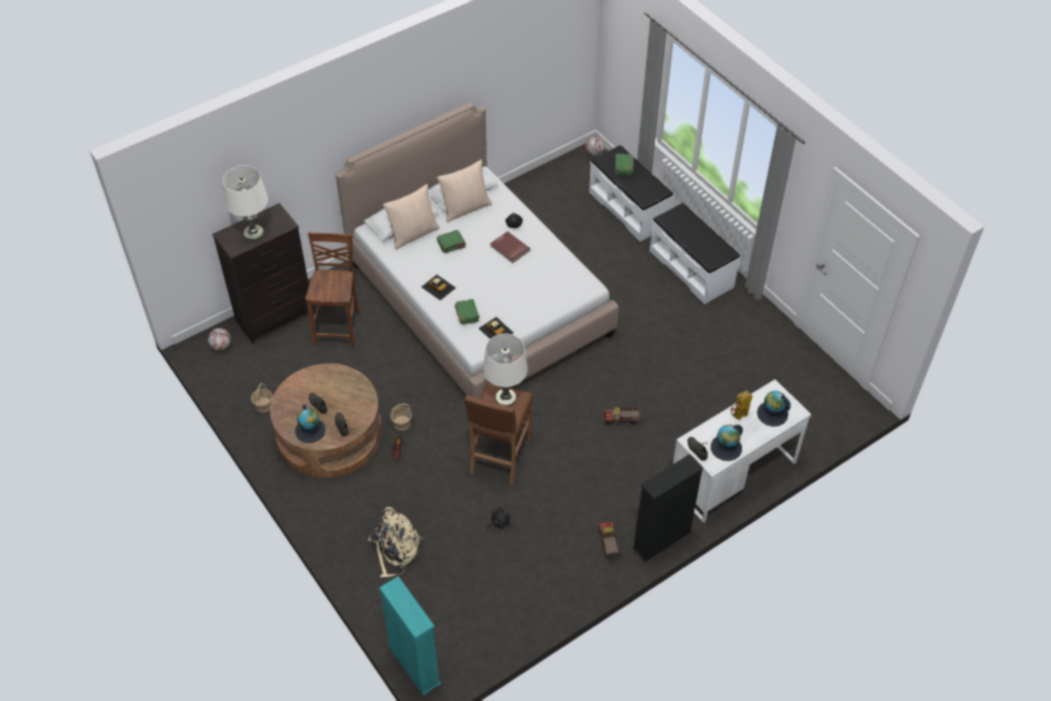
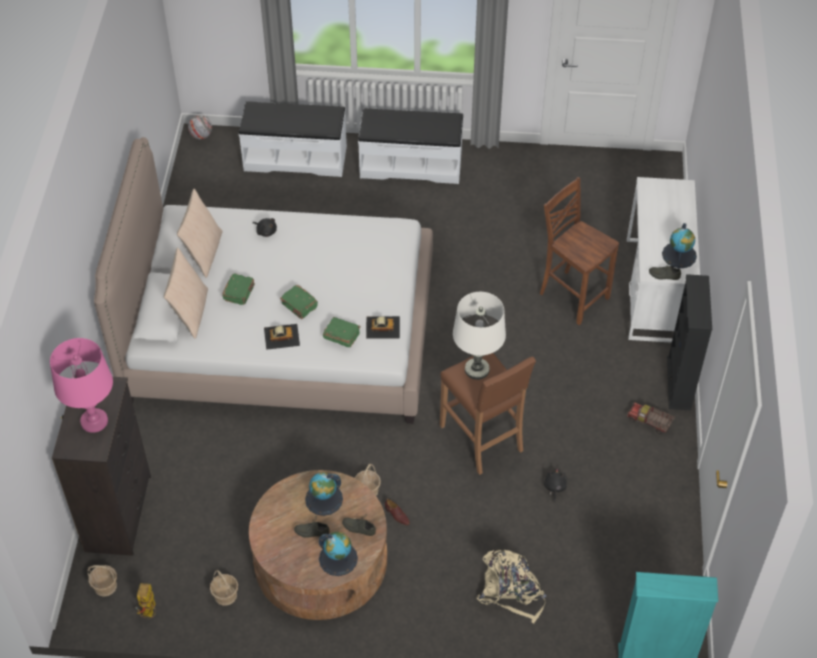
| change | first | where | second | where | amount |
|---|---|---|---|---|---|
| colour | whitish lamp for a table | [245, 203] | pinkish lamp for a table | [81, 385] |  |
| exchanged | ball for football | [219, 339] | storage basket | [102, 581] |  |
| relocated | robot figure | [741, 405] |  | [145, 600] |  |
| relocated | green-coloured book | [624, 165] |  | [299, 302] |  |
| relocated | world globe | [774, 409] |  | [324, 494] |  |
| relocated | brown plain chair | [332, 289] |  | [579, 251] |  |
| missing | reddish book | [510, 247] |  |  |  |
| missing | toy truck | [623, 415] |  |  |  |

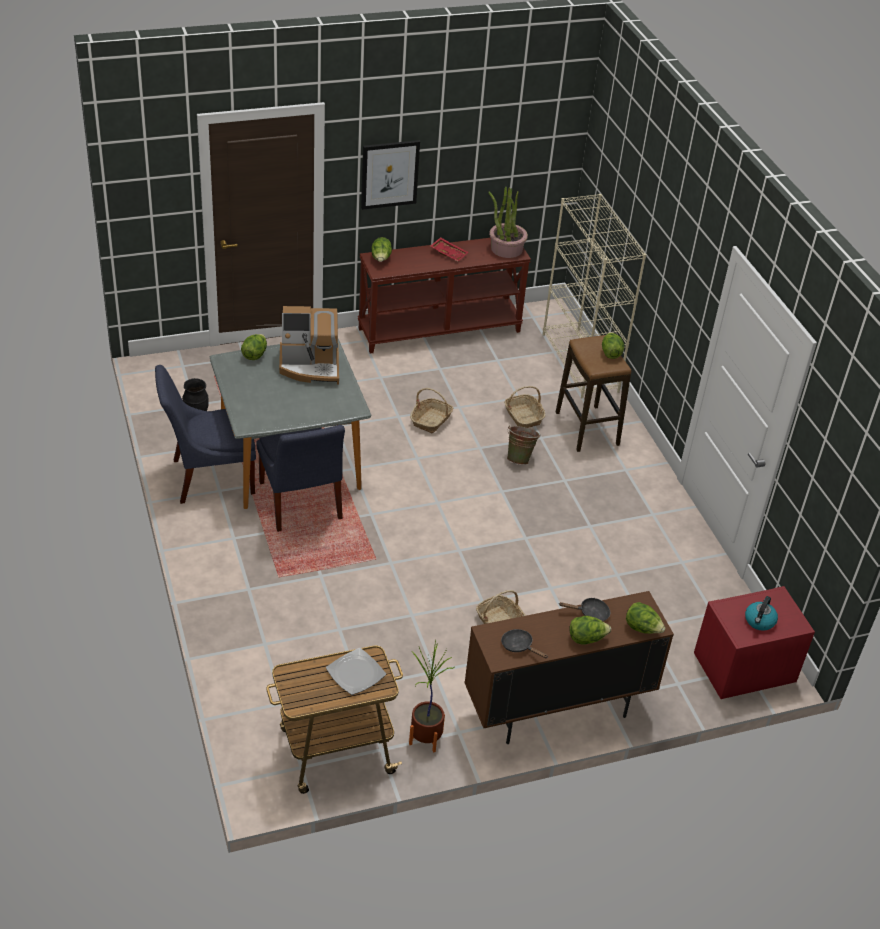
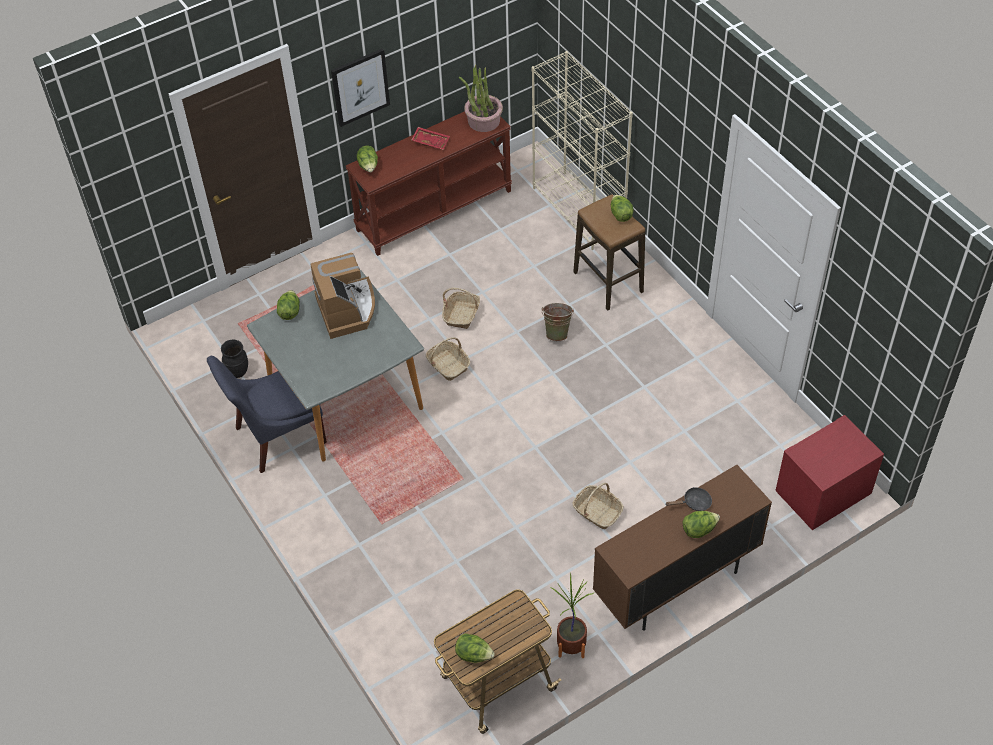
| change | first | where | second | where | amount |
|---|---|---|---|---|---|
| spun | coffee maker | [309, 345] |  | [342, 296] | 90 degrees counterclockwise |
| relocated | storage basket | [524, 407] |  | [448, 359] |  |
| relocated | head of lettuce | [645, 618] |  | [475, 648] |  |
| missing | bluish plain chair | [301, 478] |  |  |  |
| missing | plate | [356, 671] |  |  |  |
| missing | blackish pan | [524, 643] |  |  |  |
| missing | kettle | [761, 613] |  |  |  |

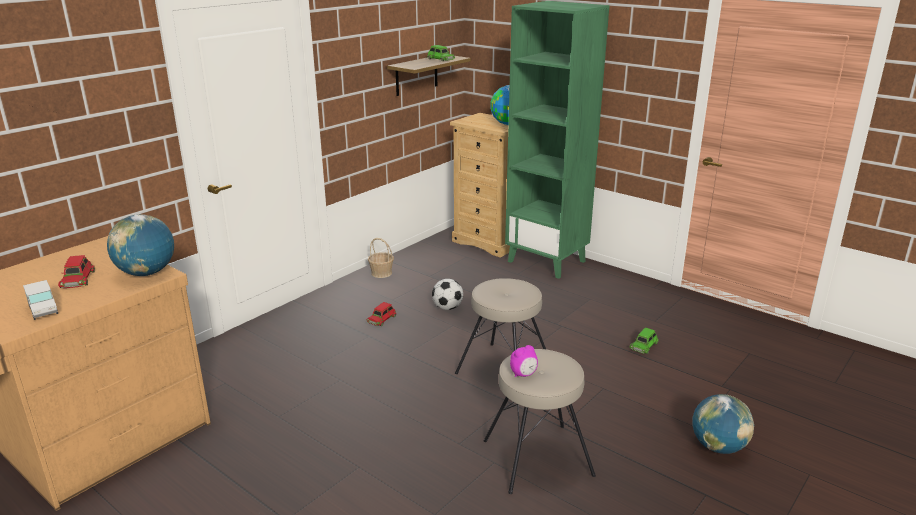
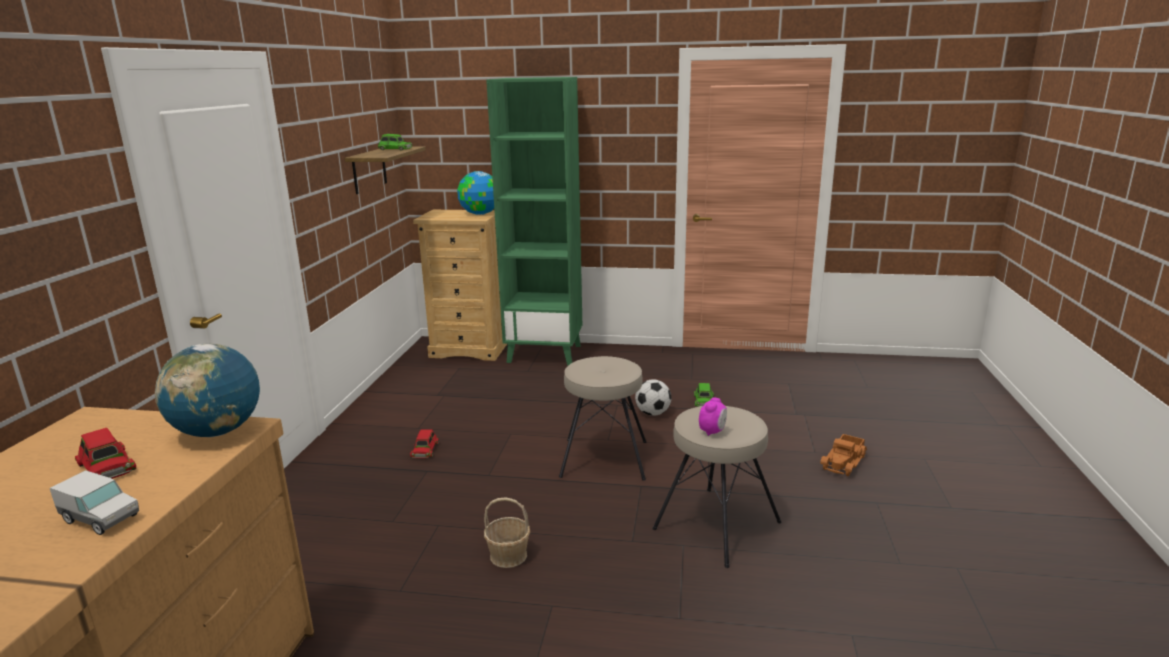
| change | first | where | second | where | amount |
|---|---|---|---|---|---|
| relocated | storage basket | [381, 258] |  | [507, 532] |  |
| relocated | ball for football | [447, 294] |  | [653, 397] |  |
| exchanged | world globe | [723, 424] | toy truck | [843, 455] |  |

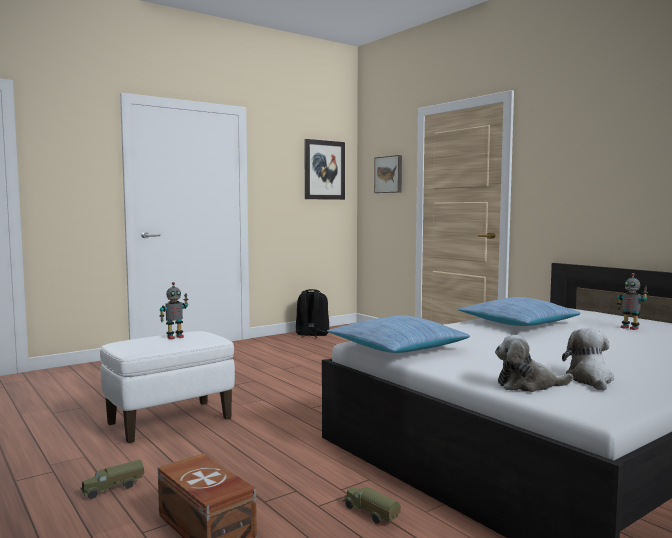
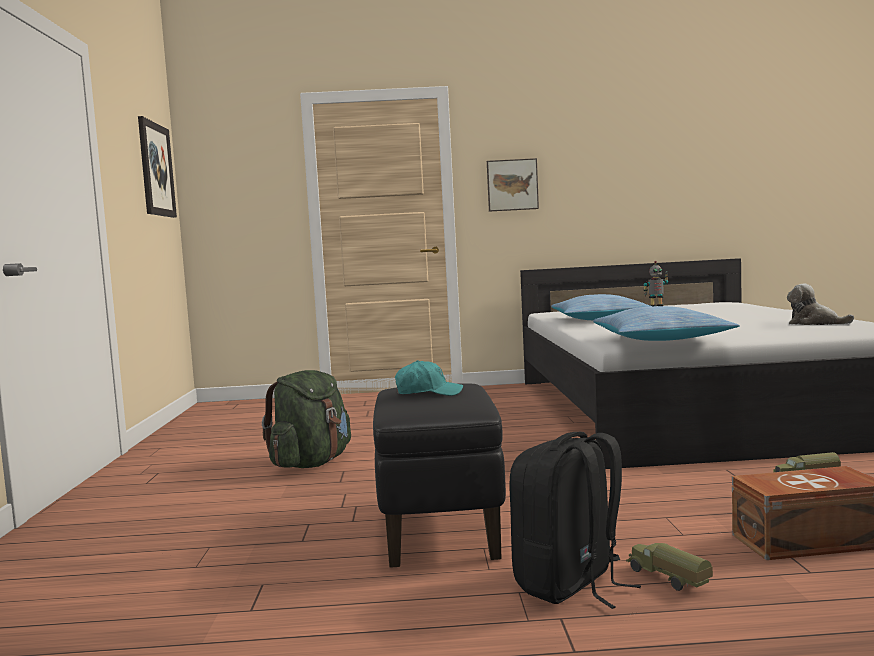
| change | first | where | second | where | amount |
|---|---|---|---|---|---|
| appeared |  |  | green-coloured backpack | [306, 419] |  |
| colour | whitish pouffe | [167, 387] | blackish pouffe | [439, 475] |  |
| exchanged | robot figure | [173, 310] | turquoise-coloured baseball cap | [429, 378] |  |
| relocated | picture | [388, 174] |  | [513, 185] |  |
| relocated | blackish backpack | [312, 313] |  | [575, 520] |  |
| spun | toy truck | [112, 479] |  | [669, 567] | 150 degrees clockwise |
| missing | cuddly toy | [534, 363] |  |  |  |

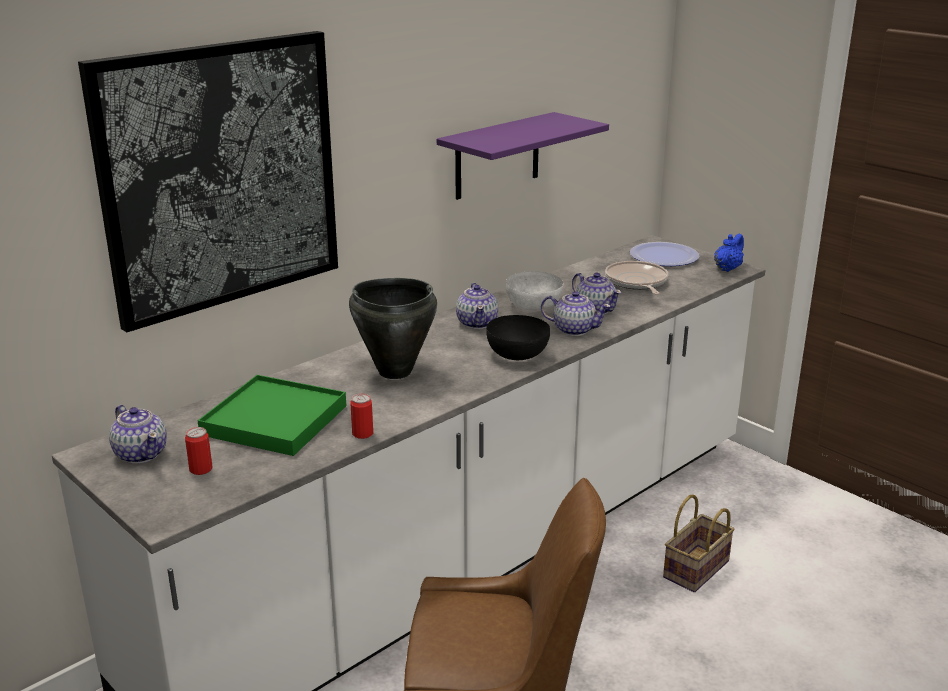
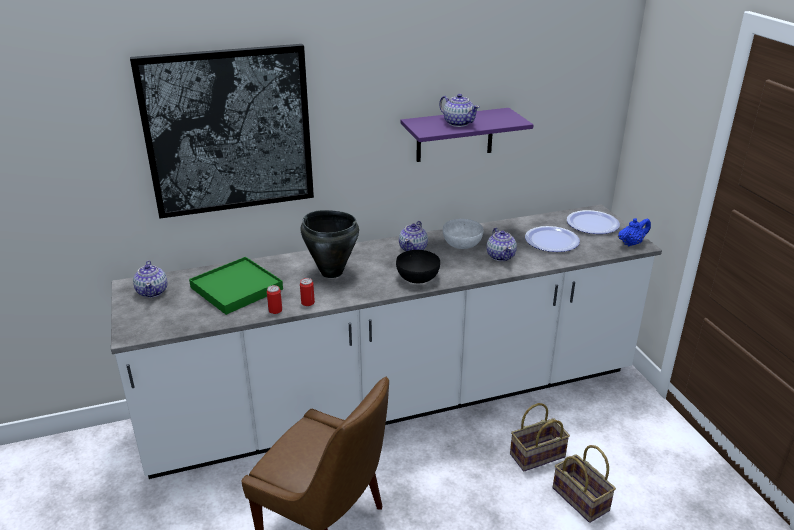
| change | first | where | second | where | amount |
|---|---|---|---|---|---|
| relocated | sealed can | [198, 451] |  | [307, 292] |  |
| relocated | tea pot | [576, 313] |  | [459, 110] |  |
| exchanged | pan | [636, 278] | plate | [552, 239] |  |
| appeared |  |  | storage basket | [584, 484] |  |

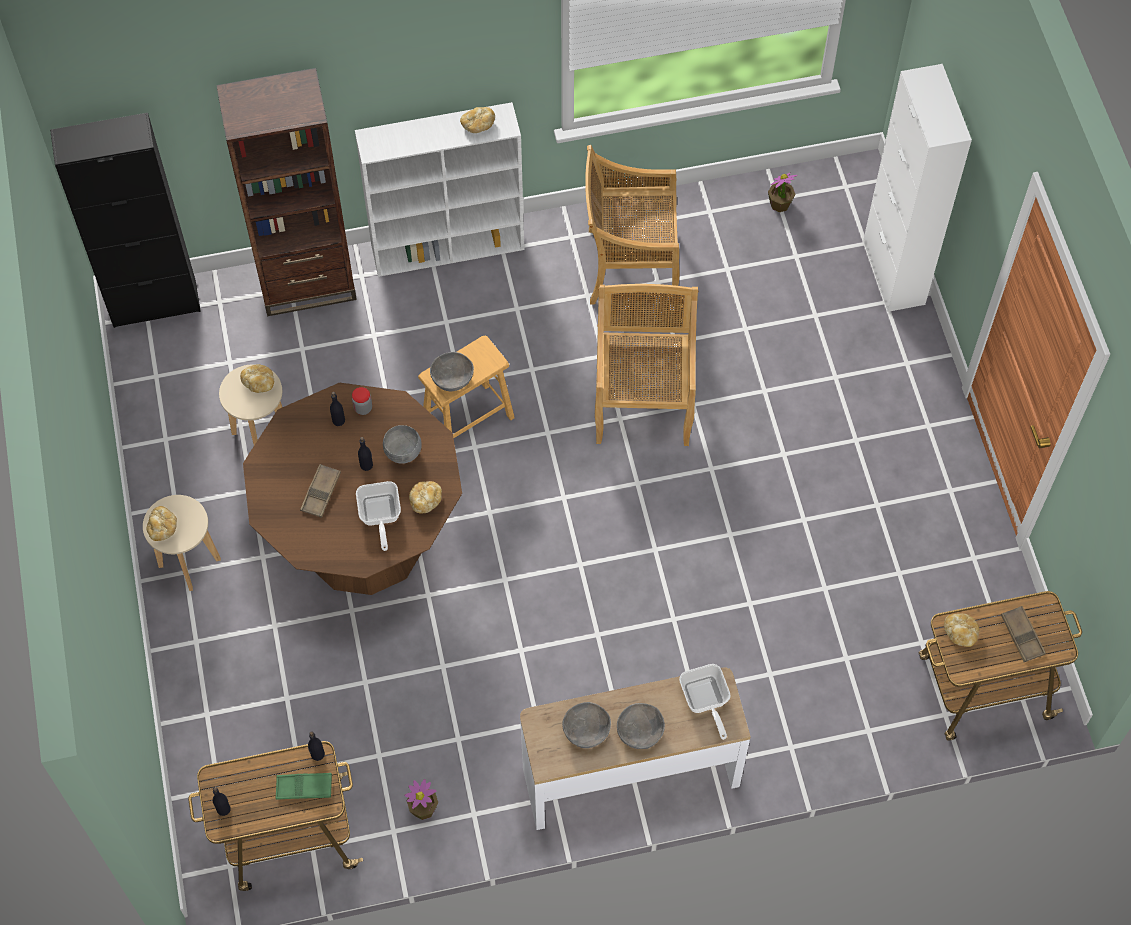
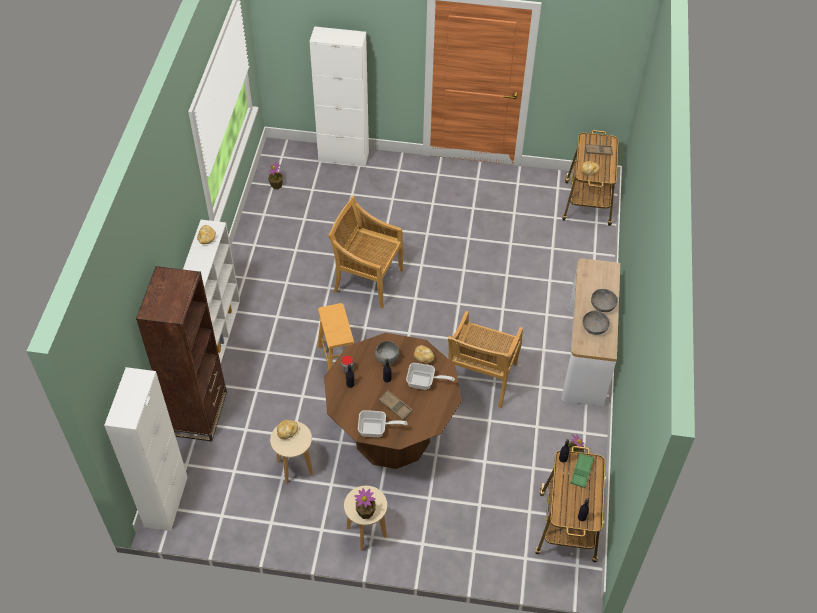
| change | first | where | second | where | amount |
|---|---|---|---|---|---|
| colour | blackish storage cabinet | [125, 220] | whitish storage cabinet | [146, 449] |  |
| exchanged | baked bread | [161, 523] | potted plant | [365, 503] |  |
| relocated | pan | [705, 702] |  | [382, 423] |  |
| relocated | sand-coloured plain chair | [632, 224] |  | [485, 359] |  |
| missing | grey deep dish | [452, 371] |  |  |  |

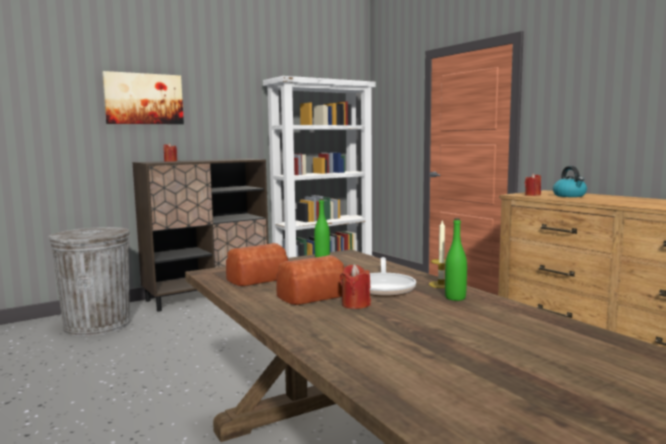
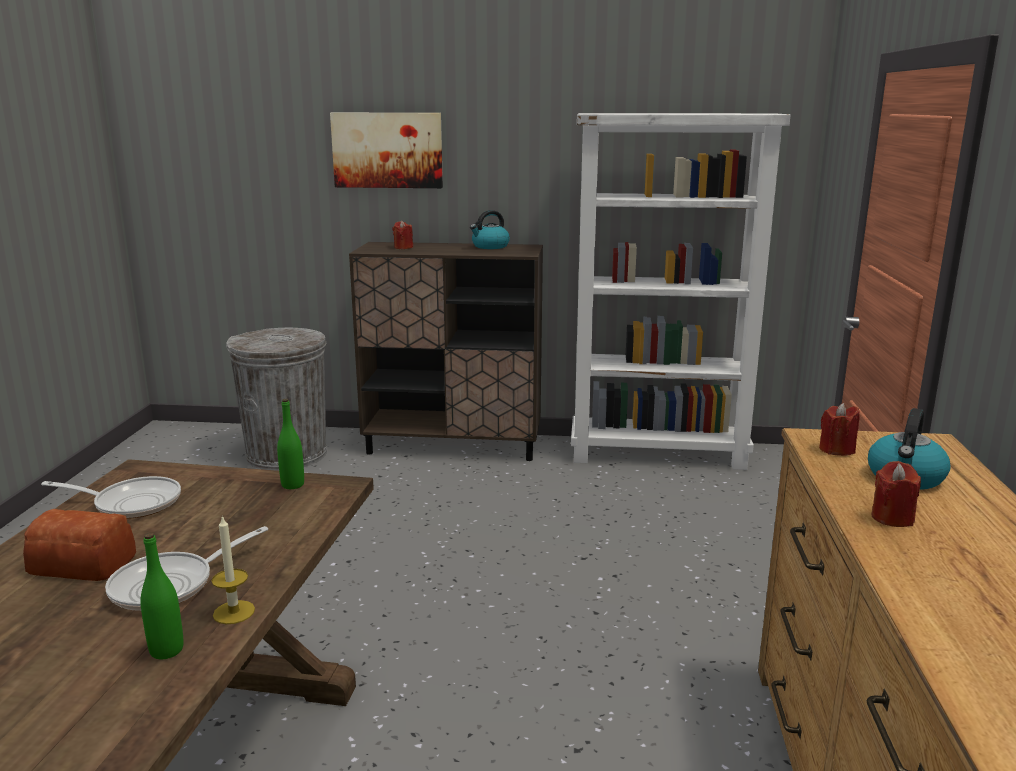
| change | first | where | second | where | amount |
|---|---|---|---|---|---|
| exchanged | baked bread | [257, 264] | pan | [111, 497] |  |
| appeared |  |  | kettle | [490, 229] |  |
| relocated | reddish candle | [355, 286] |  | [896, 494] |  |

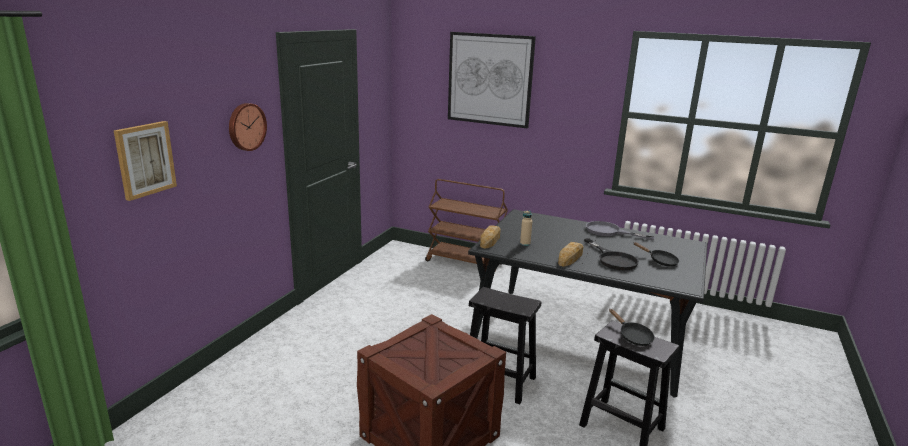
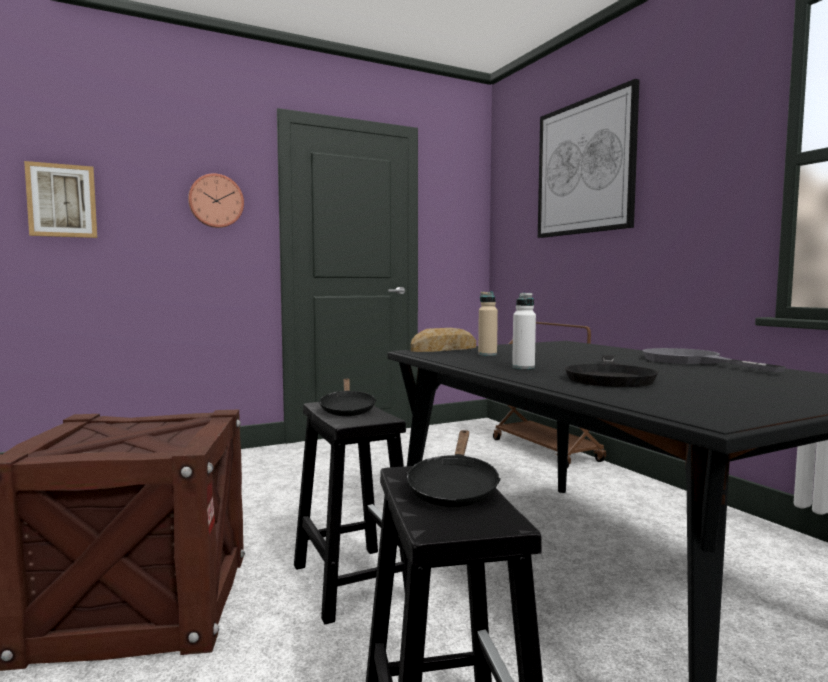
| change | first | where | second | where | amount |
|---|---|---|---|---|---|
| relocated | blackish pan | [656, 254] |  | [347, 397] |  |
| exchanged | baked bread | [570, 254] | whitish beverage bottle | [524, 331] |  |

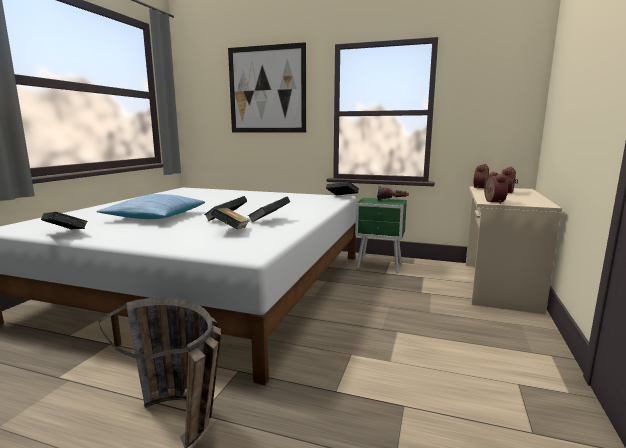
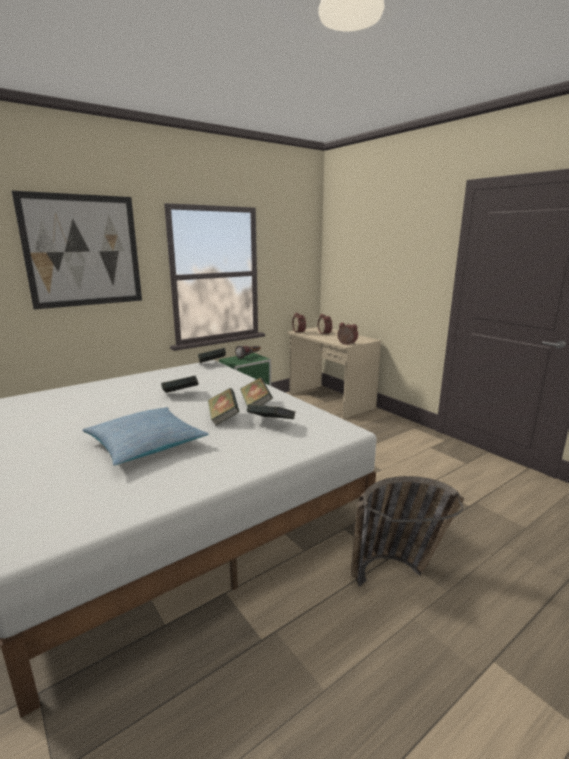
| change | first | where | second | where | amount |
|---|---|---|---|---|---|
| relocated | book | [64, 221] |  | [180, 384] |  |

